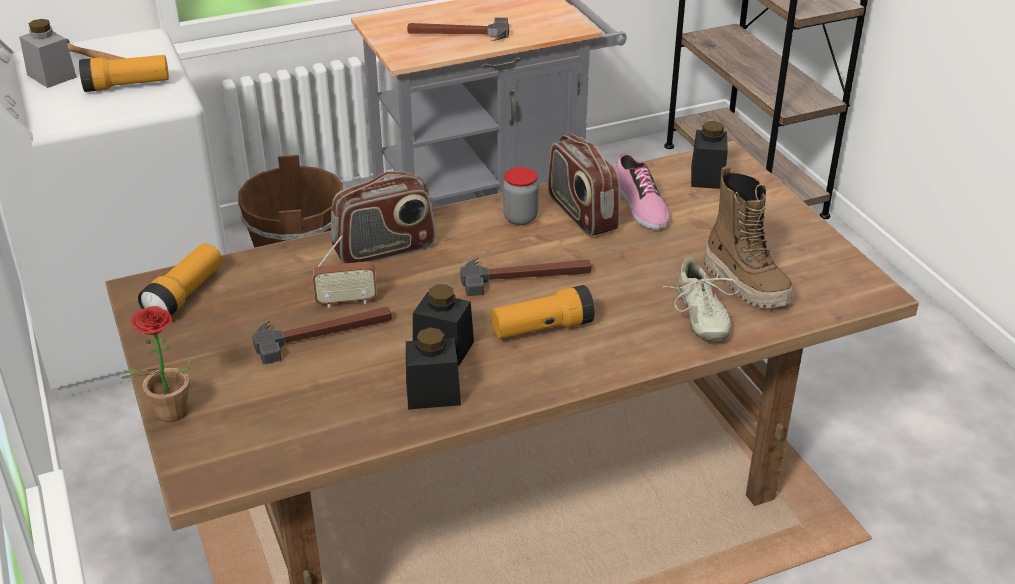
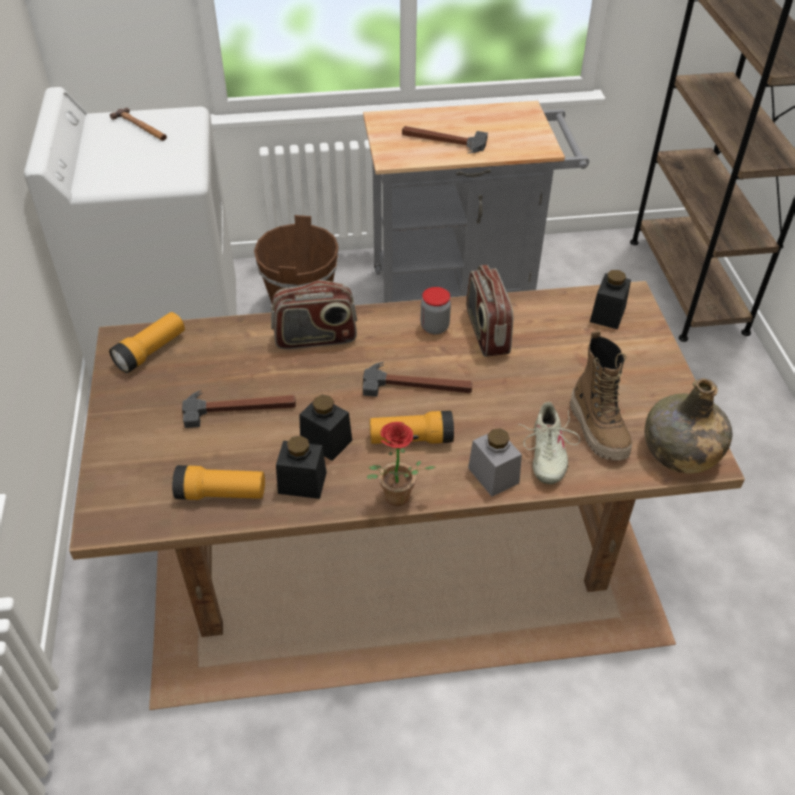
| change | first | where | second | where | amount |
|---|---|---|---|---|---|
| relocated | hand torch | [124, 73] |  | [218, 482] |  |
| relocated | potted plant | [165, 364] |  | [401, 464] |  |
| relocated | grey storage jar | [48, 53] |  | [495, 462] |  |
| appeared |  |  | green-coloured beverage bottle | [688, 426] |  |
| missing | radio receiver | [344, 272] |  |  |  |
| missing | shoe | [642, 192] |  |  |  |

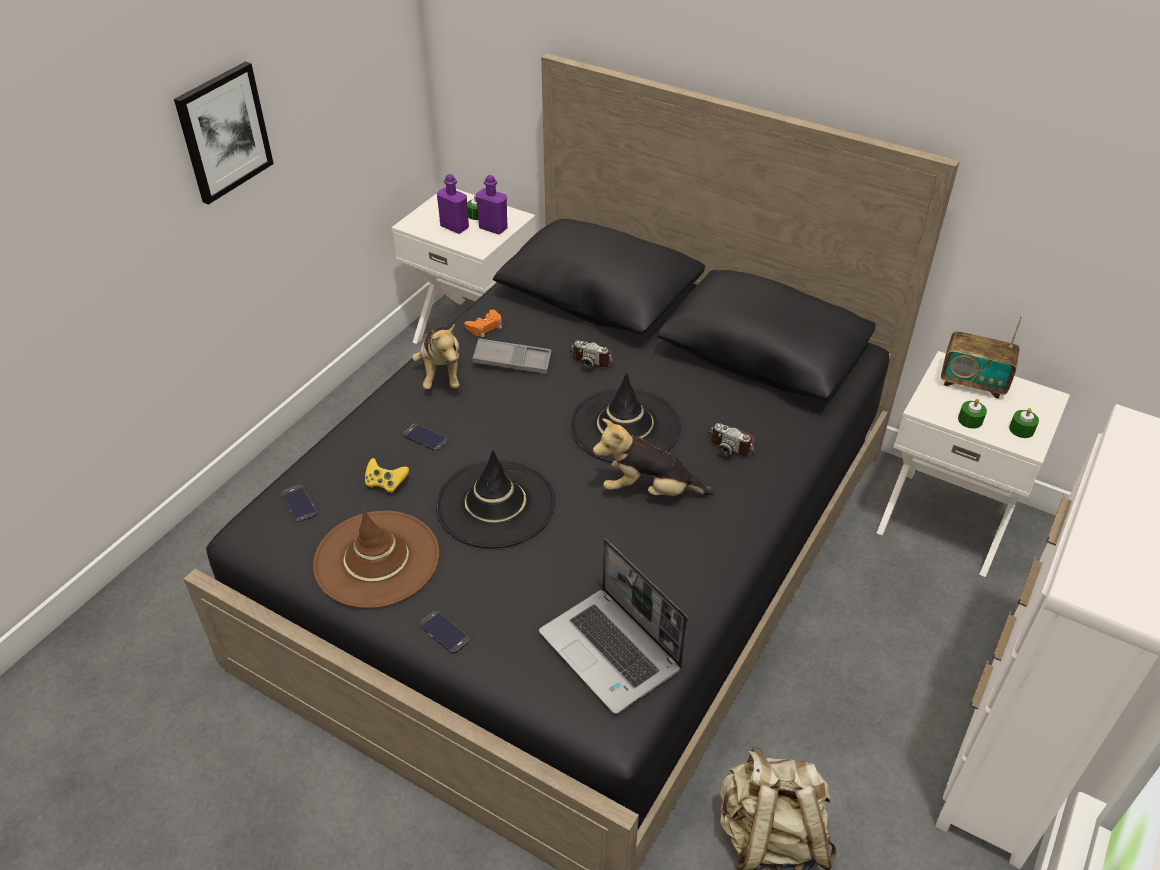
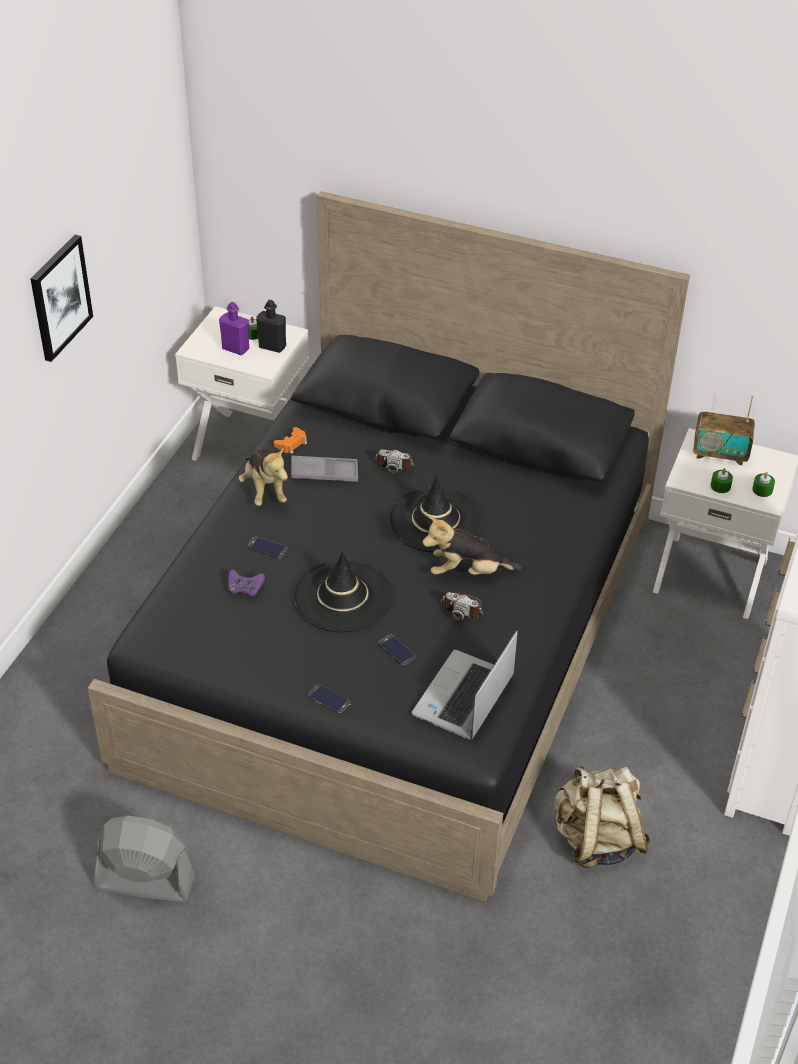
| change | first | where | second | where | amount |
|---|---|---|---|---|---|
| appeared |  |  | grey cooling fan | [144, 859] |  |
| colour | yellow joypad | [387, 475] | purple joypad | [246, 583] |  |
| colour | purple beverage bottle | [492, 204] | blackish beverage bottle | [271, 326] |  |
| relocated | phone | [299, 503] |  | [397, 650] |  |
| spun | portable computer | [613, 626] |  | [465, 685] | 75 degrees clockwise |
| relocated | photo camera | [731, 439] |  | [461, 606] |  |
| missing | brown hat | [376, 559] |  |  |  |

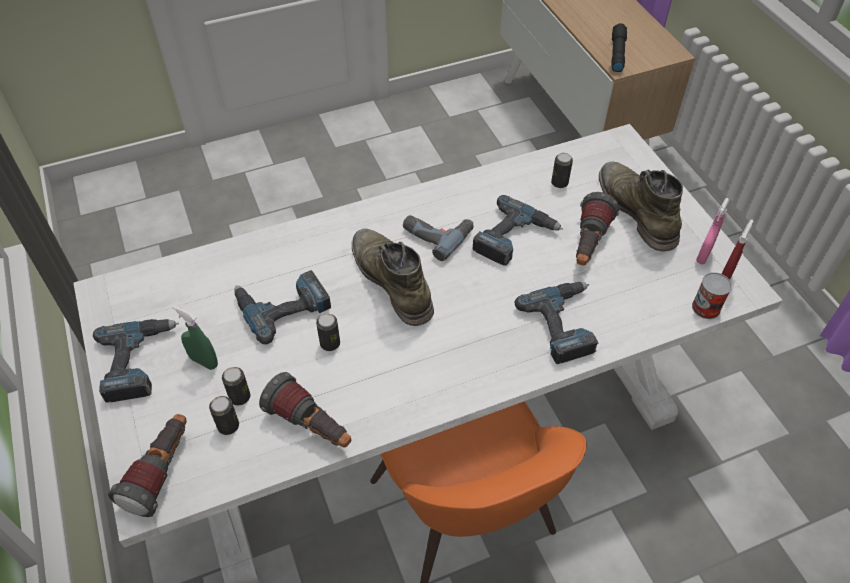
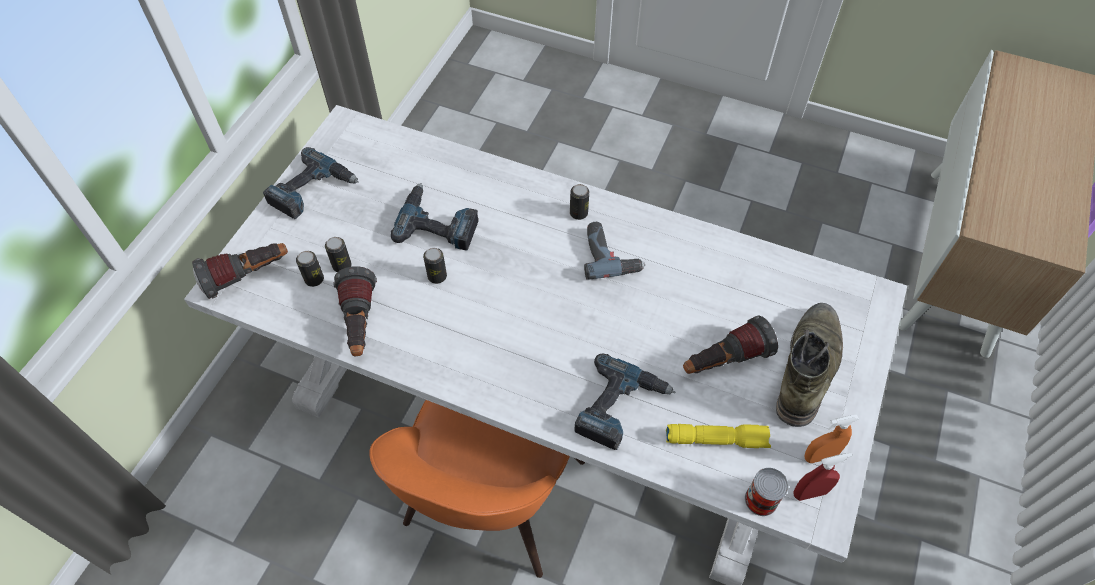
| change | first | where | second | where | amount |
|---|---|---|---|---|---|
| relocated | sealed can | [562, 170] |  | [579, 202] |  |
| appeared |  |  | yellow hand torch | [718, 436] |  |
| colour | pinkish spray bottle | [713, 231] | orange-coloured spray bottle | [831, 439] |  |
| missing | green-coloured spray bottle | [195, 337] |  |  |  |
| missing | green-coloured boot | [393, 277] |  |  |  |
| missing | power drill | [518, 230] |  |  |  |
| missing | blackish hand torch | [619, 47] |  |  |  |

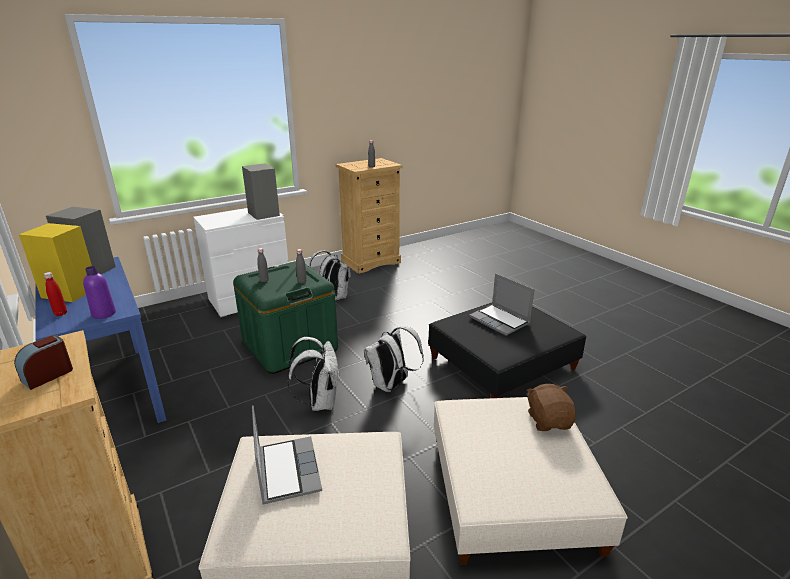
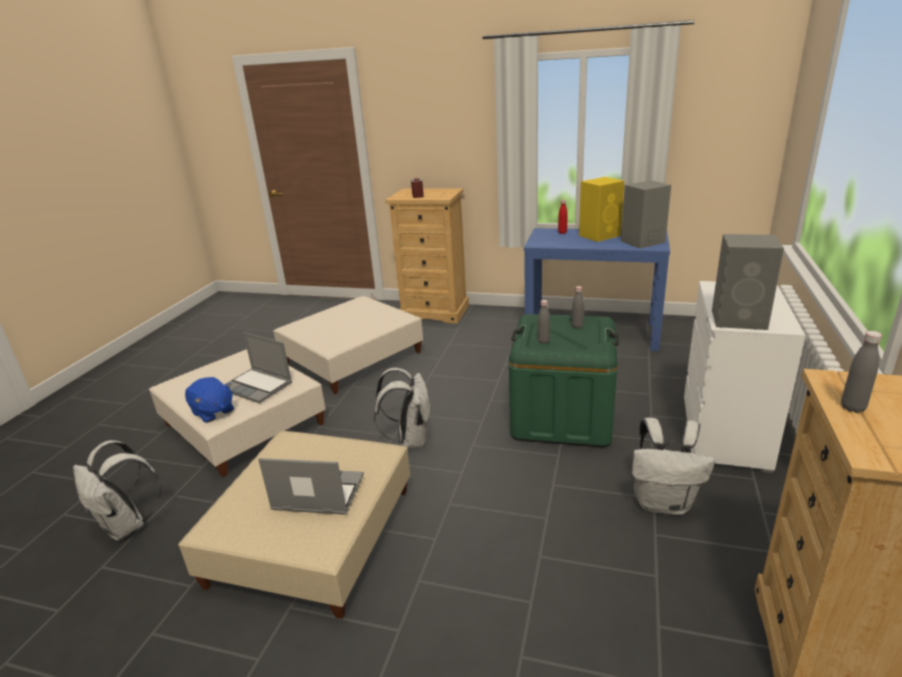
| change | first | where | second | where | amount |
|---|---|---|---|---|---|
| relocated | whitish backpack | [314, 374] |  | [117, 490] |  |
| colour | blackish pouffe | [507, 350] | sand-coloured pouffe | [294, 525] |  |
| colour | brown cuddly toy | [551, 407] | bluish cuddly toy | [209, 400] |  |
| relocated | portable computer | [287, 454] |  | [258, 367] |  |
| missing | purple beverage bottle | [99, 292] |  |  |  |

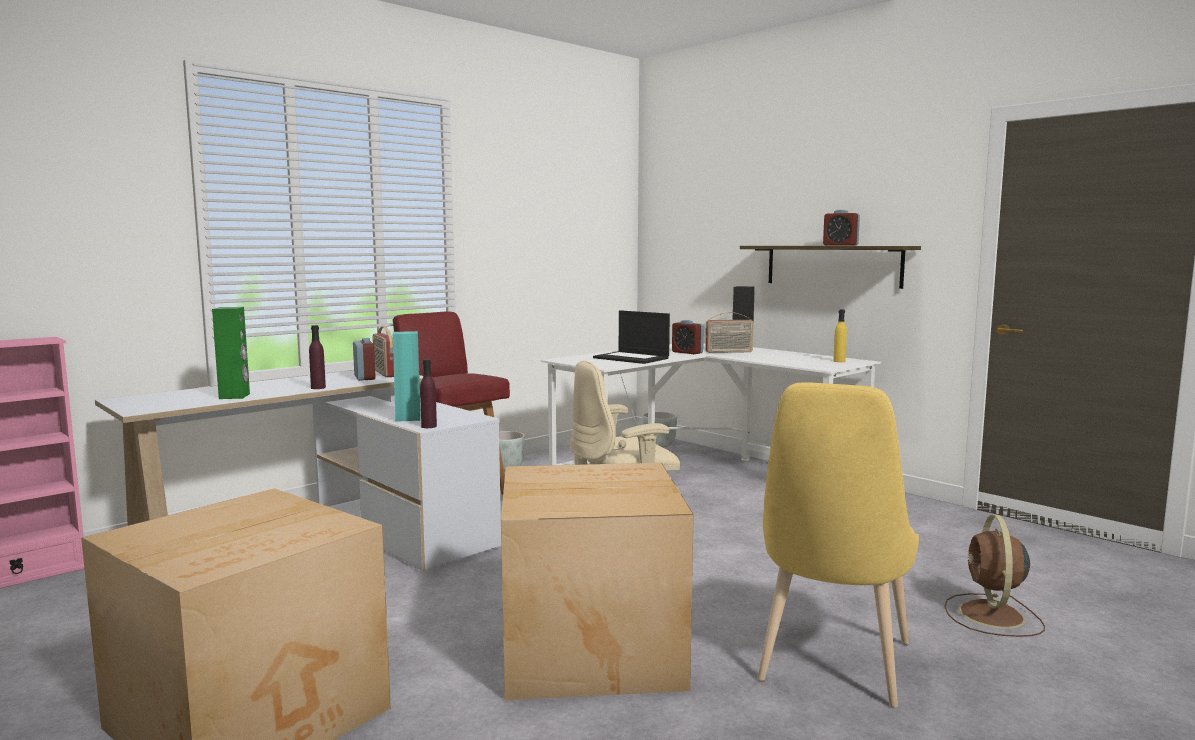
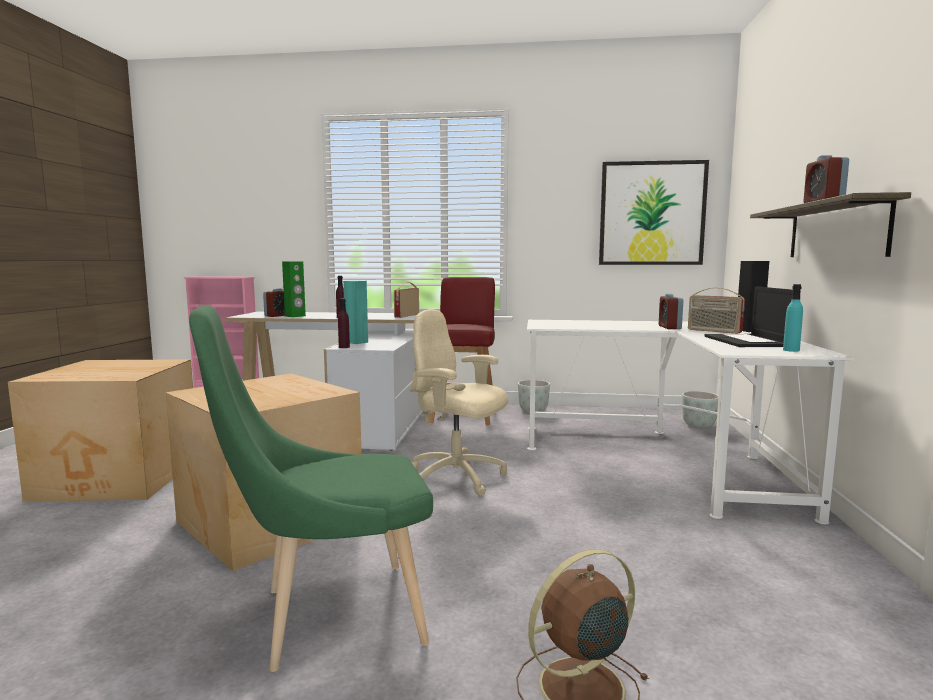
| change | first | where | second | where | amount |
|---|---|---|---|---|---|
| colour | yellow plain chair | [838, 544] | green-coloured plain chair | [311, 488] |  |
| relocated | bedside clock | [364, 359] |  | [274, 302] |  |
| appeared |  |  | picture | [654, 212] |  |
| relocated | portable computer | [631, 337] |  | [748, 316] |  |
| colour | yellow beverage bottle | [840, 336] | turquoise-coloured beverage bottle | [793, 318] |  |

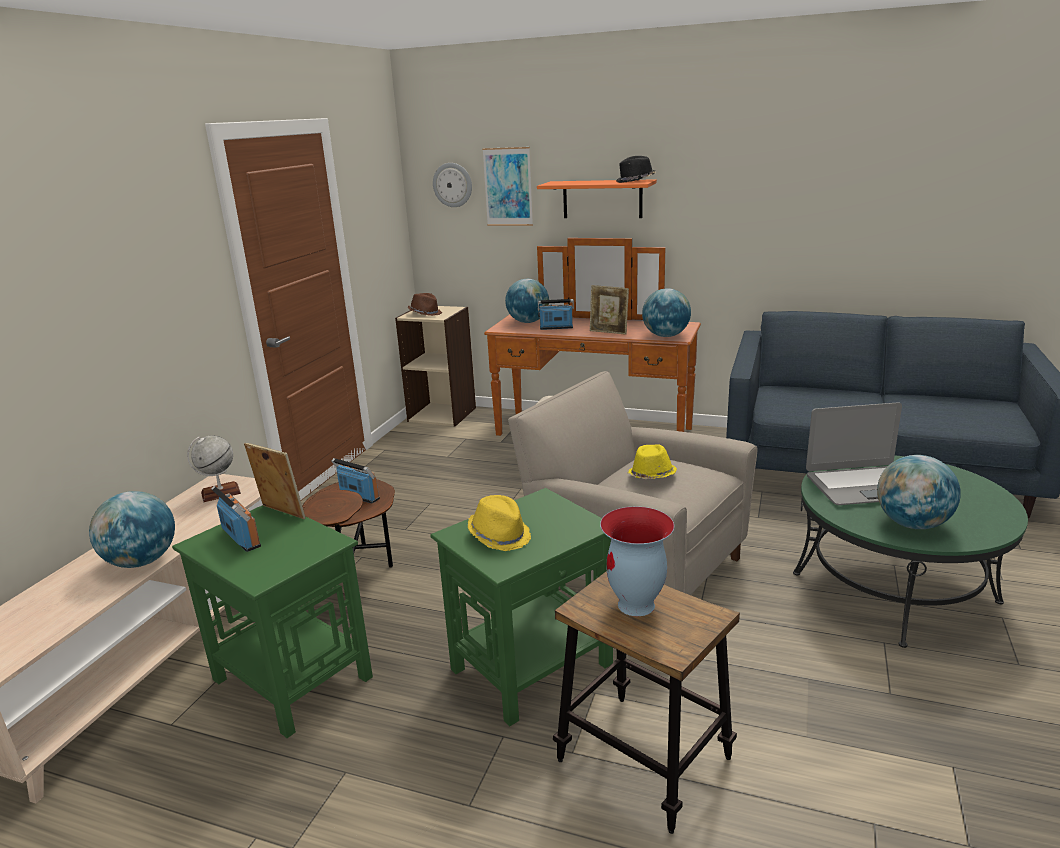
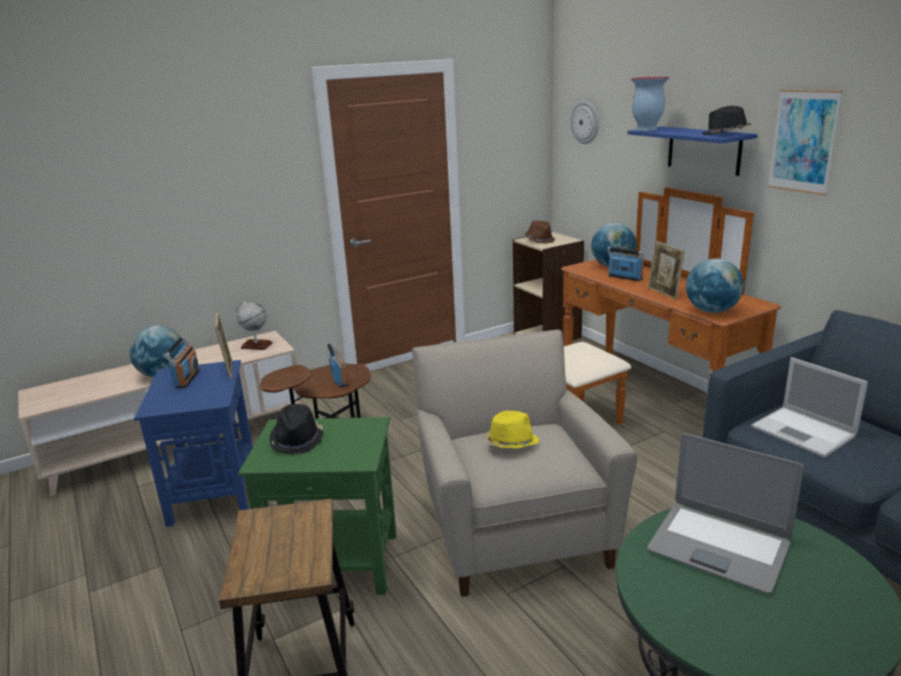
| change | first | where | second | where | amount |
|---|---|---|---|---|---|
| colour | green-coloured side table | [272, 621] | bluish side table | [193, 443] |  |
| colour | yellow hat | [499, 523] | blackish hat | [296, 429] |  |
| colour | orange-coloured shelf | [597, 198] | bluish shelf | [692, 151] |  |
| relocated | flower vase | [637, 561] |  | [650, 104] |  |
| appeared |  |  | portable computer | [809, 407] |  |
| relocated | picture | [507, 186] |  | [805, 142] |  |
| missing | world globe | [919, 492] |  |  |  |

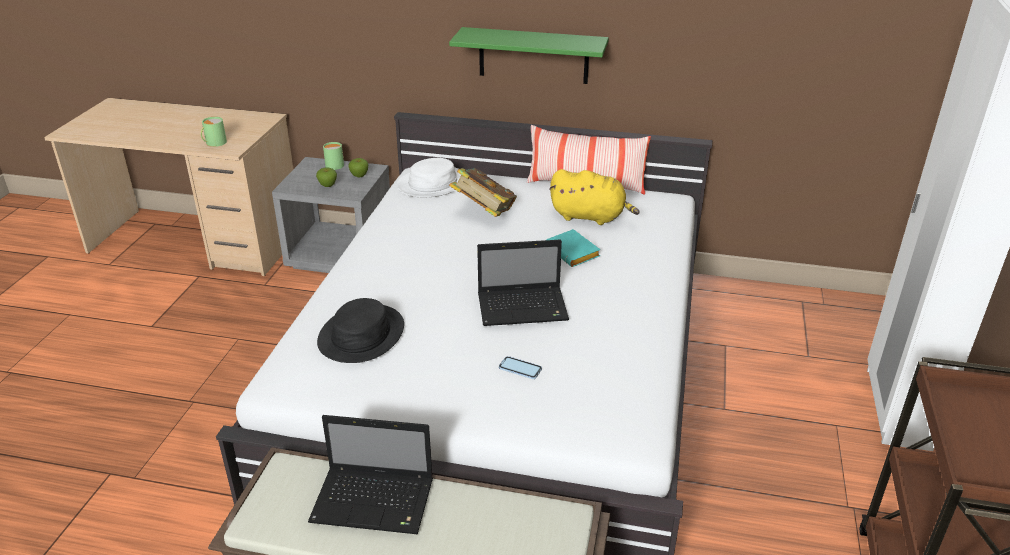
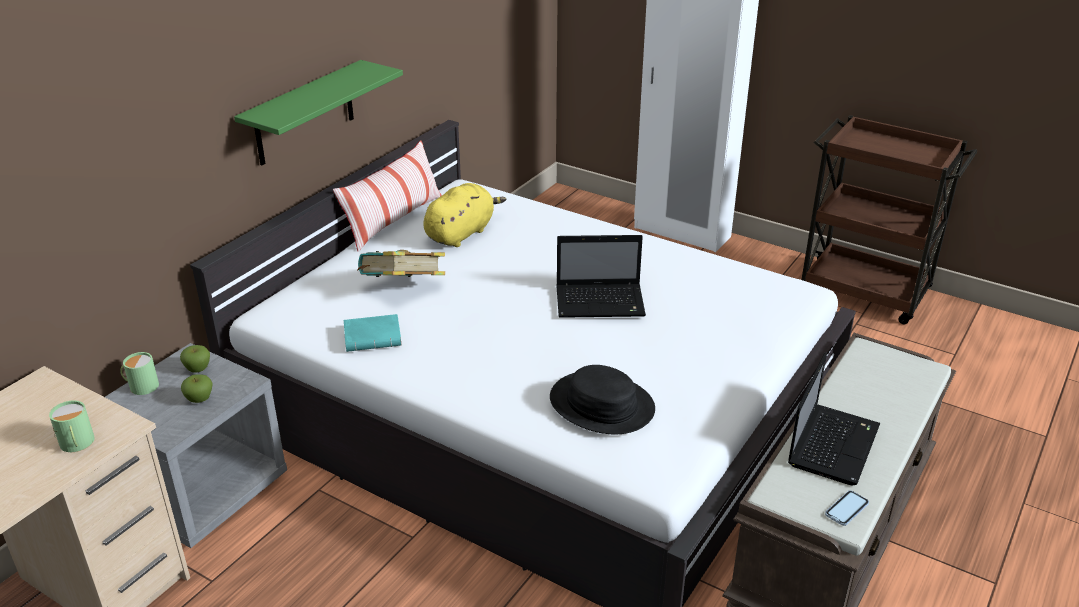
| change | first | where | second | where | amount |
|---|---|---|---|---|---|
| relocated | turquoise-coloured book | [573, 248] |  | [372, 333] |  |
| spun | portable computer | [523, 283] |  | [601, 276] | 75 degrees clockwise |
| relocated | phone | [520, 367] |  | [847, 508] |  |
| missing | whitish hat | [429, 177] |  |  |  |

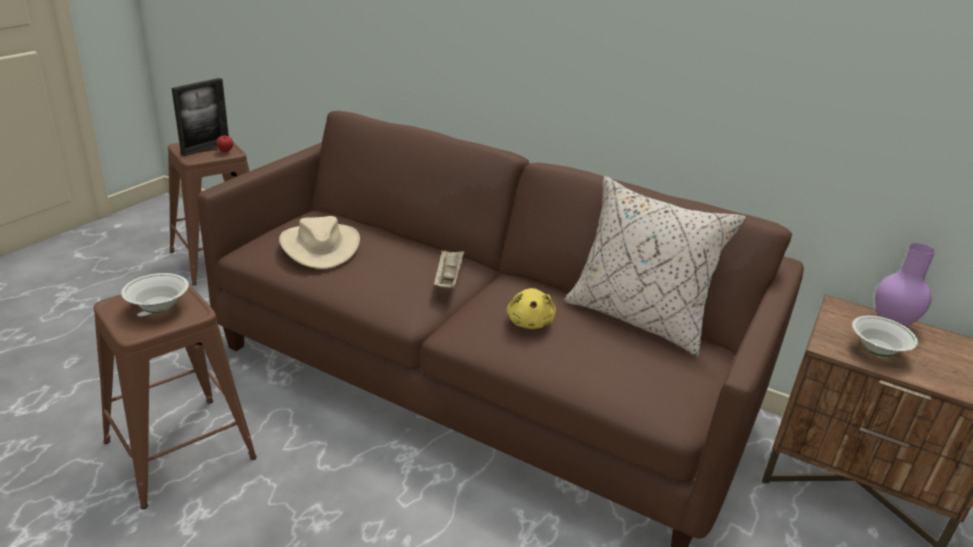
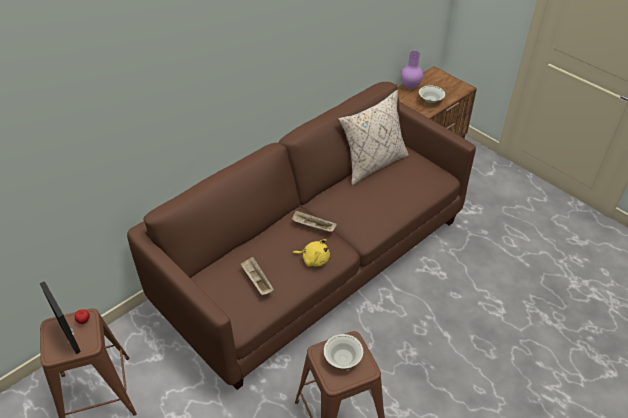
| change | first | where | second | where | amount |
|---|---|---|---|---|---|
| exchanged | sand-coloured hat | [319, 242] | sand-coloured tray | [257, 276] |  |
| relocated | yellow cuddly toy | [531, 308] |  | [311, 253] |  |

